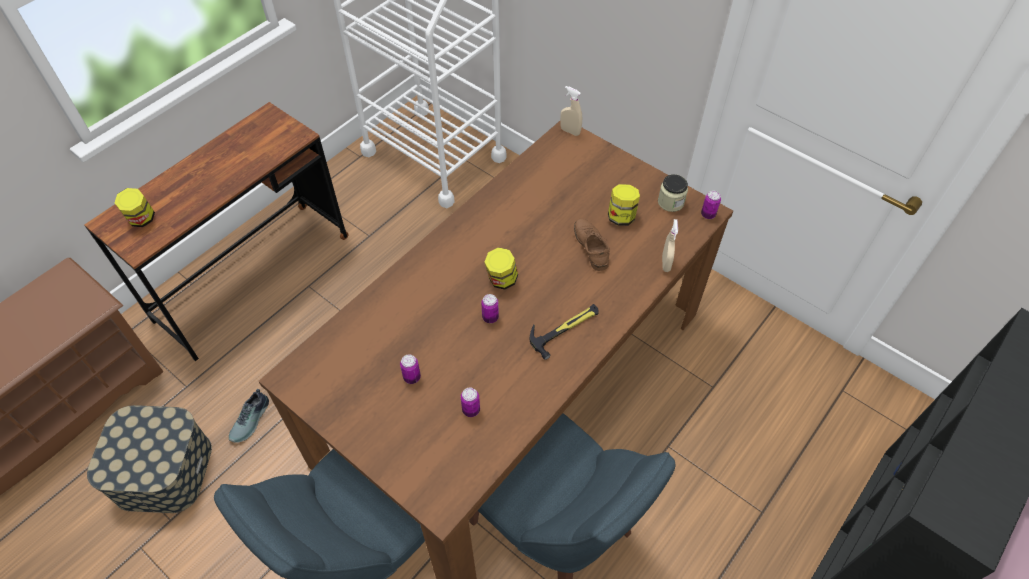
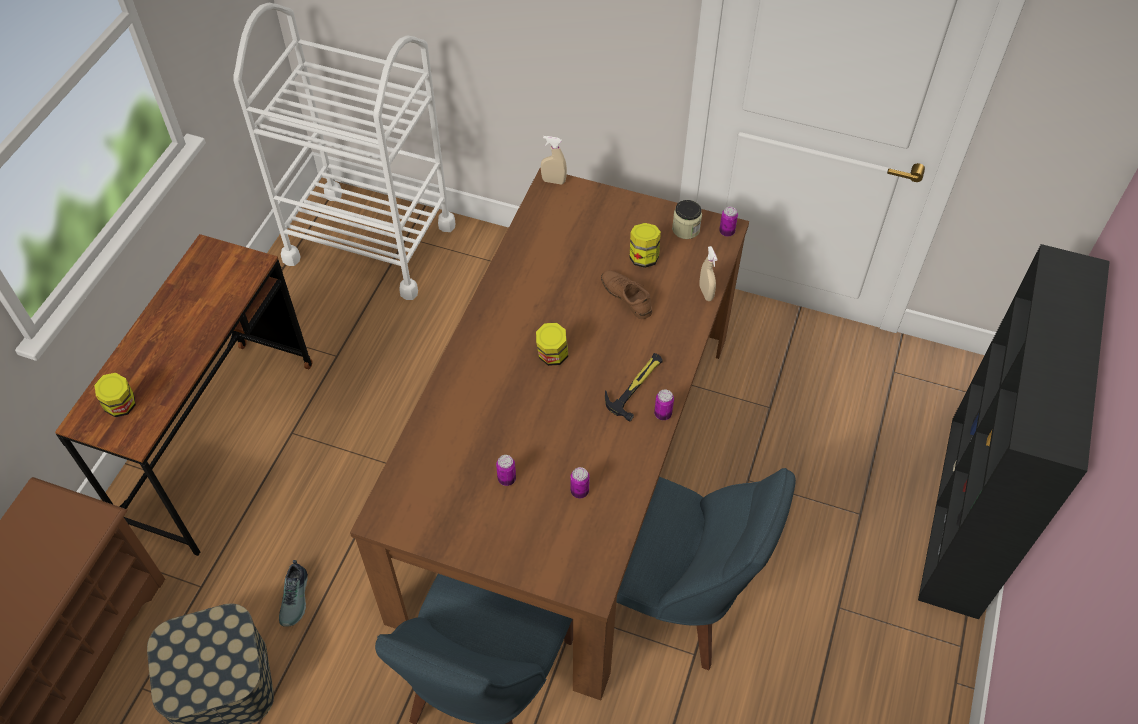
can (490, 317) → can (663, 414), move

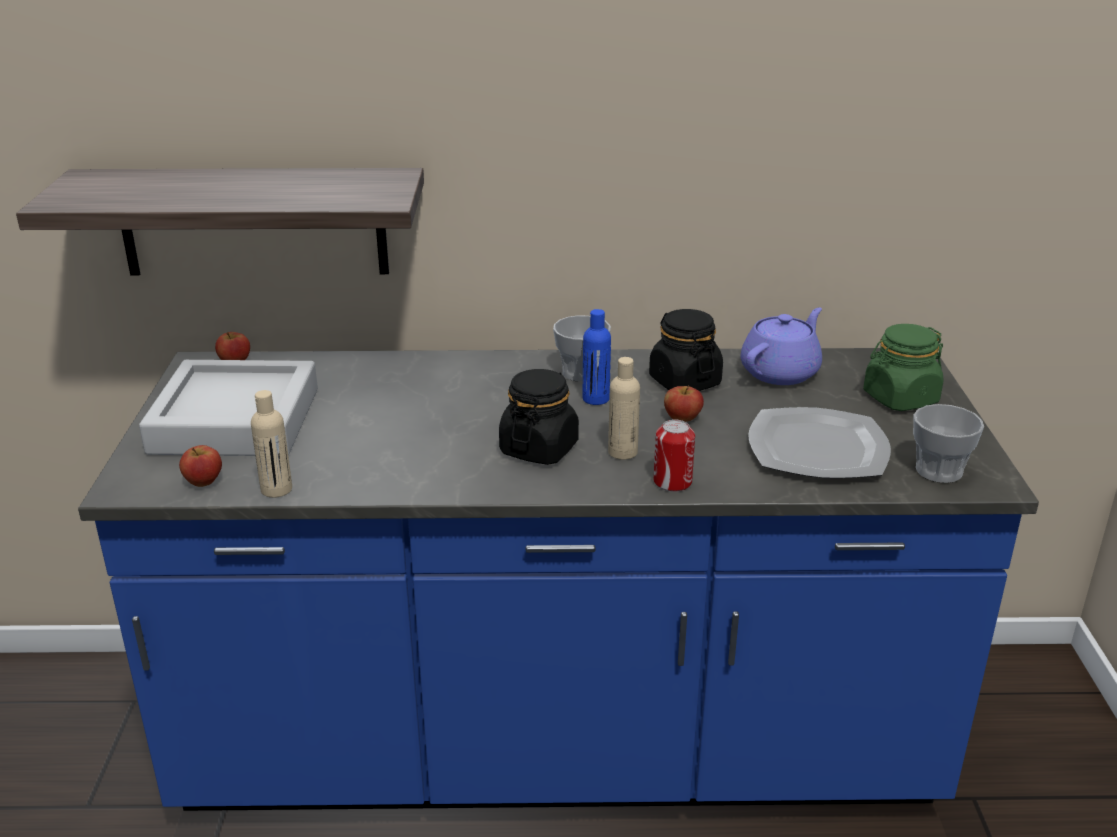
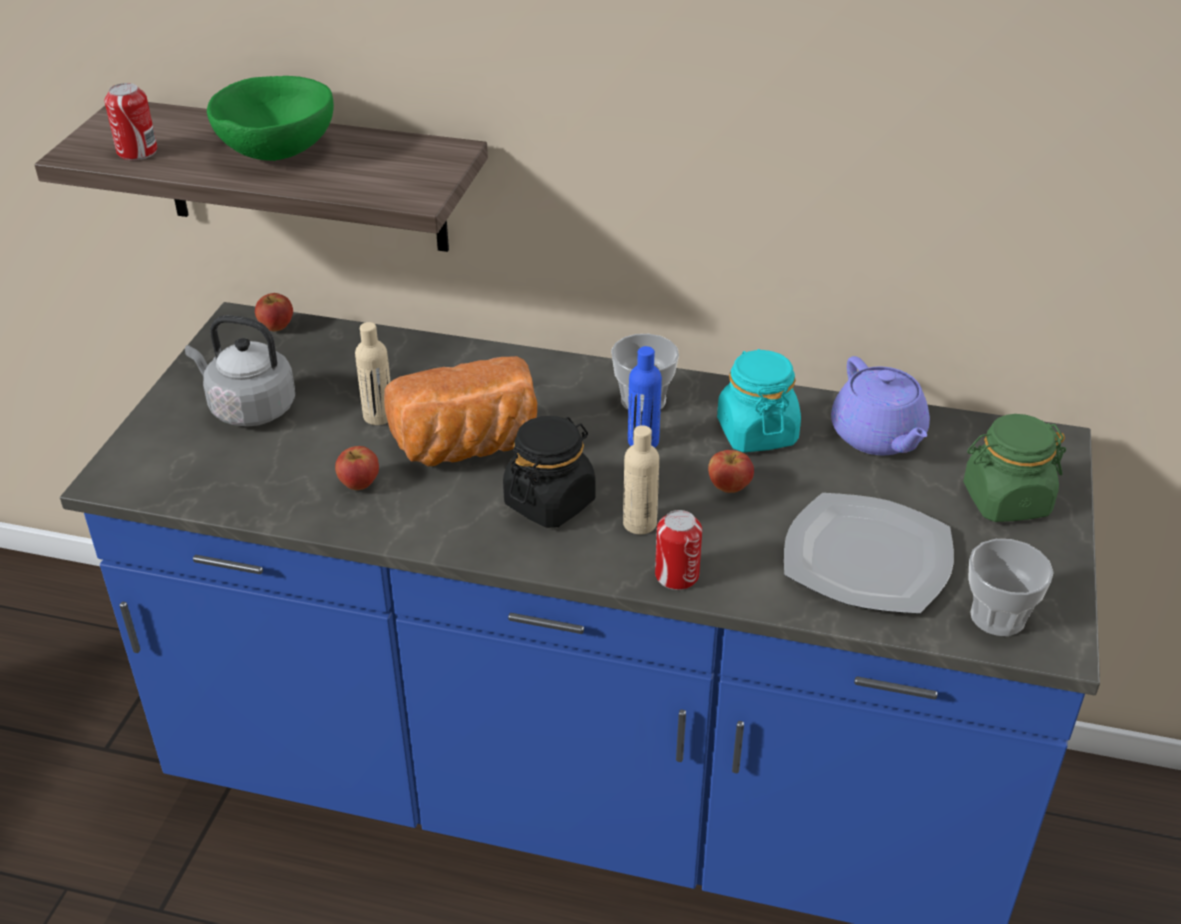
- → can (137, 152)
grey carrying tray (235, 421) → grey kettle (248, 408)
- → green-coloured bowl (277, 149)
apple fruit (204, 482) → apple fruit (359, 484), move
beige-coloured drink bottle (276, 489) → beige-coloured drink bottle (378, 416), move
- → baked bread (468, 447)
black preserve jar (684, 381) → turquoise preserve jar (756, 432)
purple teapot (781, 372) → purple teapot (878, 437), 105 degrees clockwise

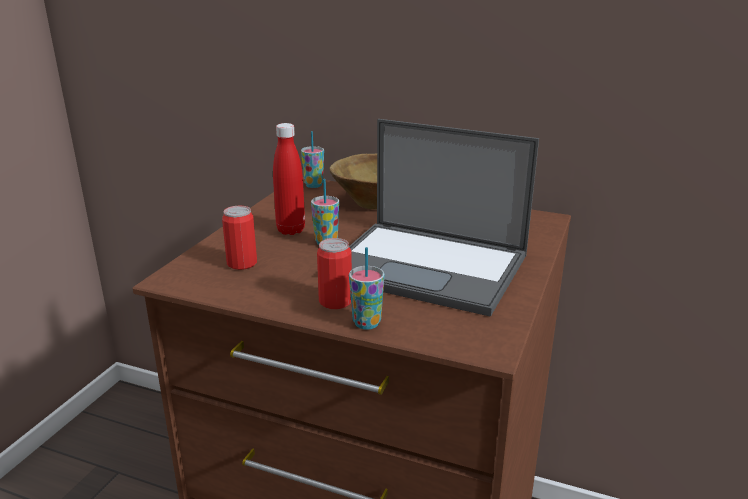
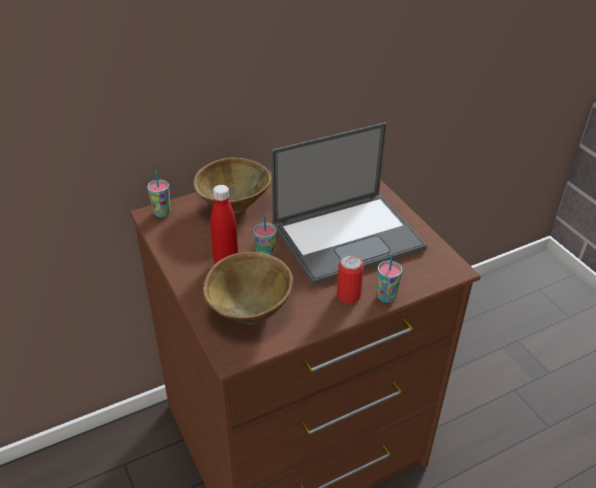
can (242, 263) → brownish bowl (250, 309)

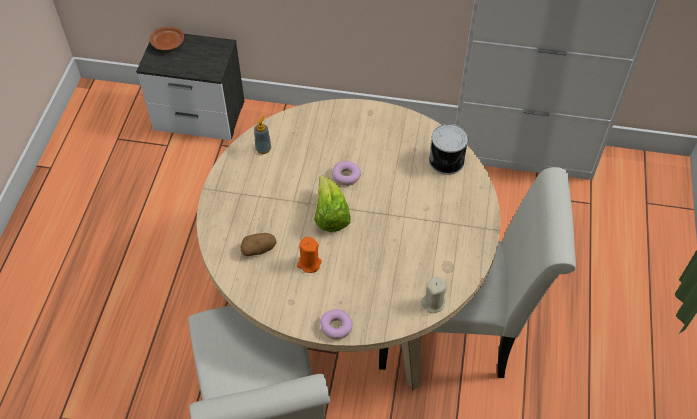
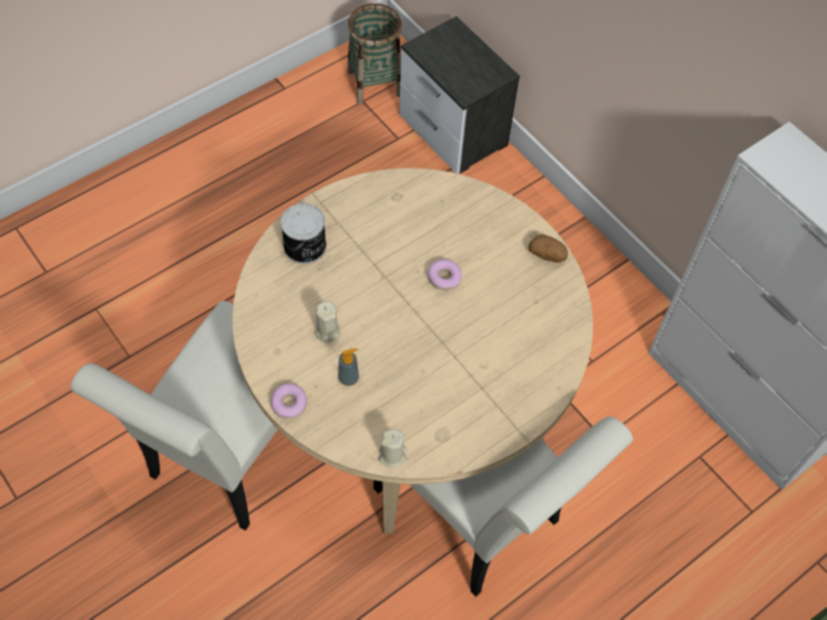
can (447, 161) → can (305, 247), move
orange candle (309, 263) → beige-coloured candle (327, 330)
soap dispenser (263, 149) → soap dispenser (348, 378), move
- → storage basket (374, 83)
spud (259, 249) → spud (547, 255), move
brownish flat dish (168, 43) → -
lettuce head (330, 215) → -

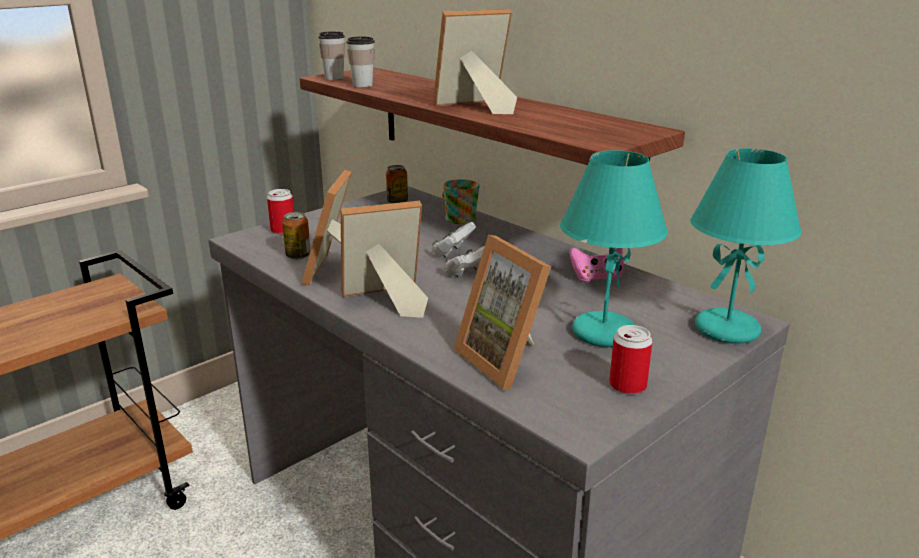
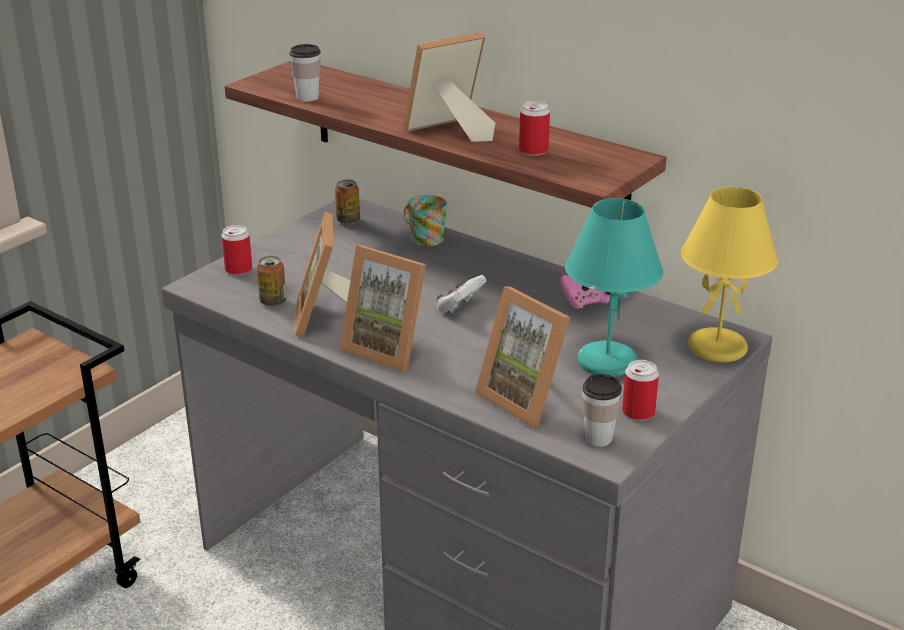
photo frame (385, 301) → photo frame (388, 348), 120 degrees counterclockwise
- → can (533, 151)
cup (334, 78) → cup (598, 438), move
turquoise lamp for a table (727, 329) → yellow lamp for a table (718, 348)
whitish game controller (453, 253) → -

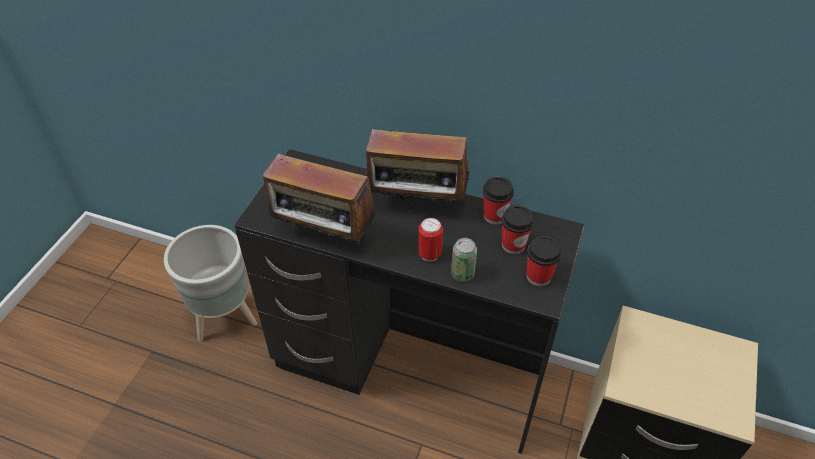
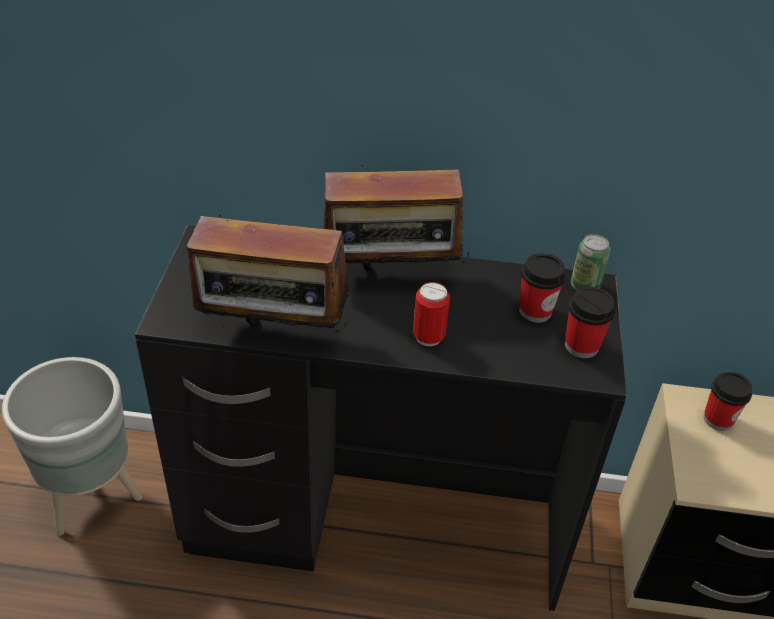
can (462, 274) → can (584, 286), move
cup (494, 216) → cup (718, 419), move

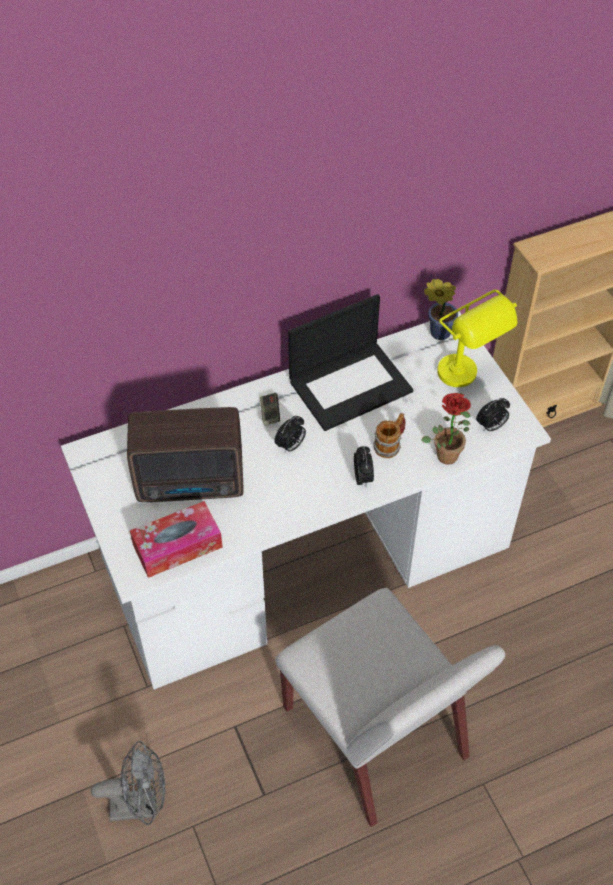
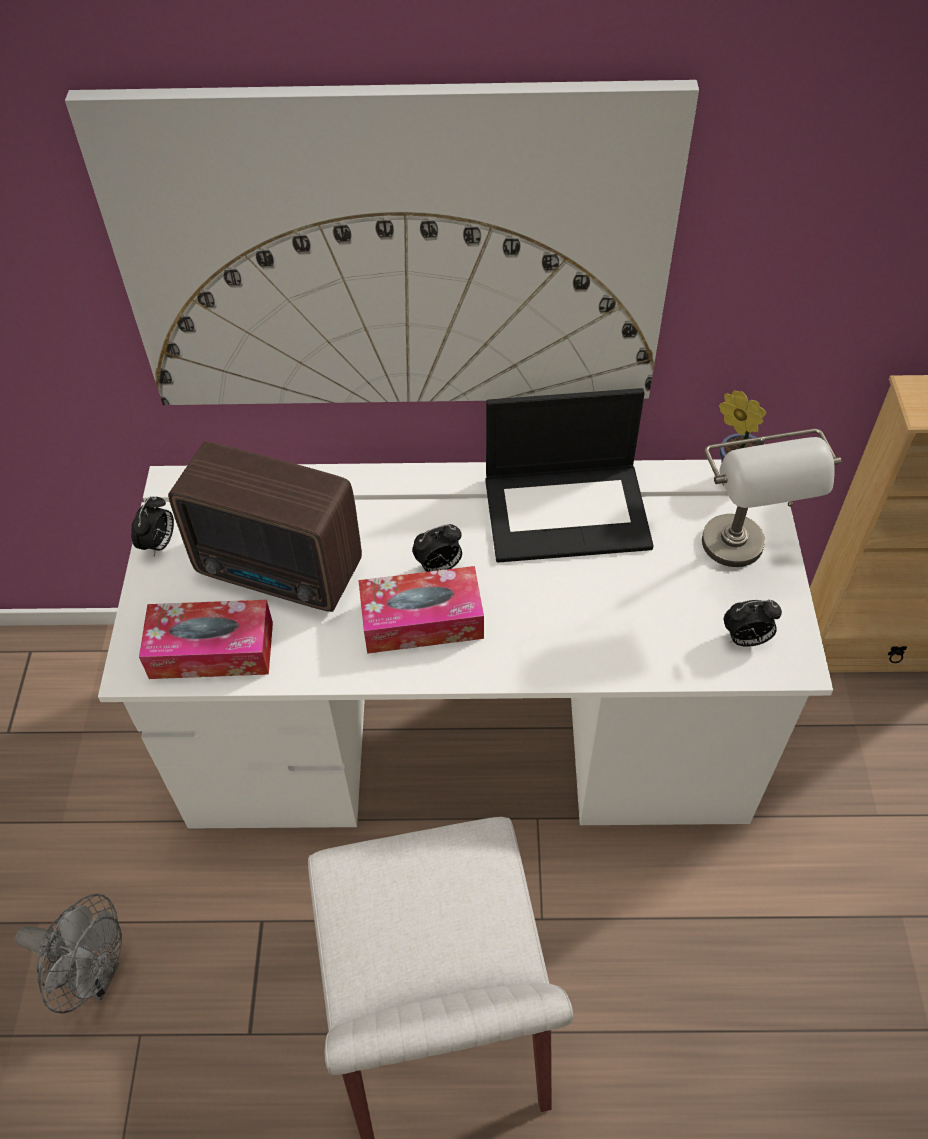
- → picture (395, 257)
table clock (363, 478) → table clock (159, 544), move
- → tissue holder (422, 620)
yellow lamp for a table (467, 380) → grey lamp for a table (742, 559)
game controller (270, 413) → -
coffee mug (390, 444) → -
plant in a pot (446, 452) → -

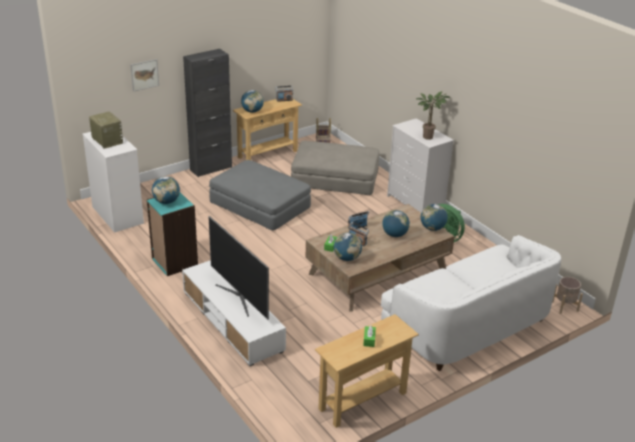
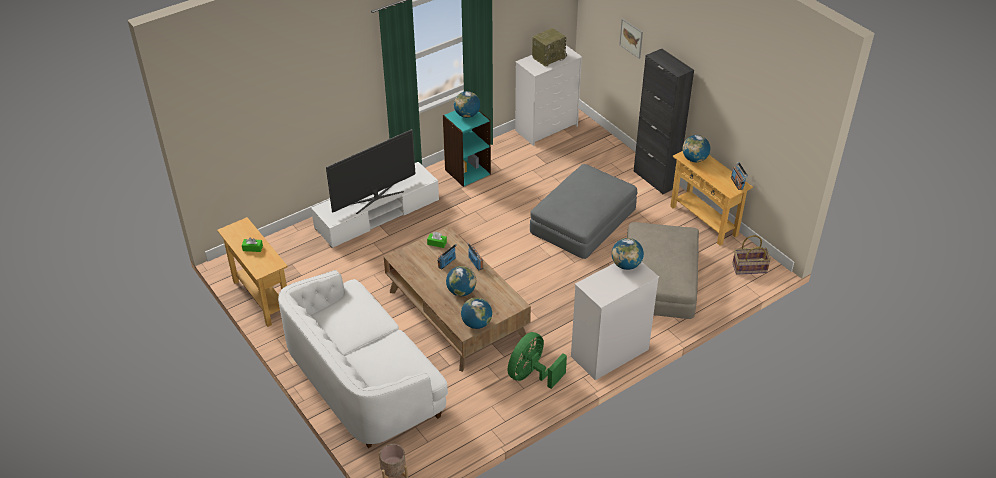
globe (347, 258) → globe (626, 265), move
plant in a pot (429, 136) → -

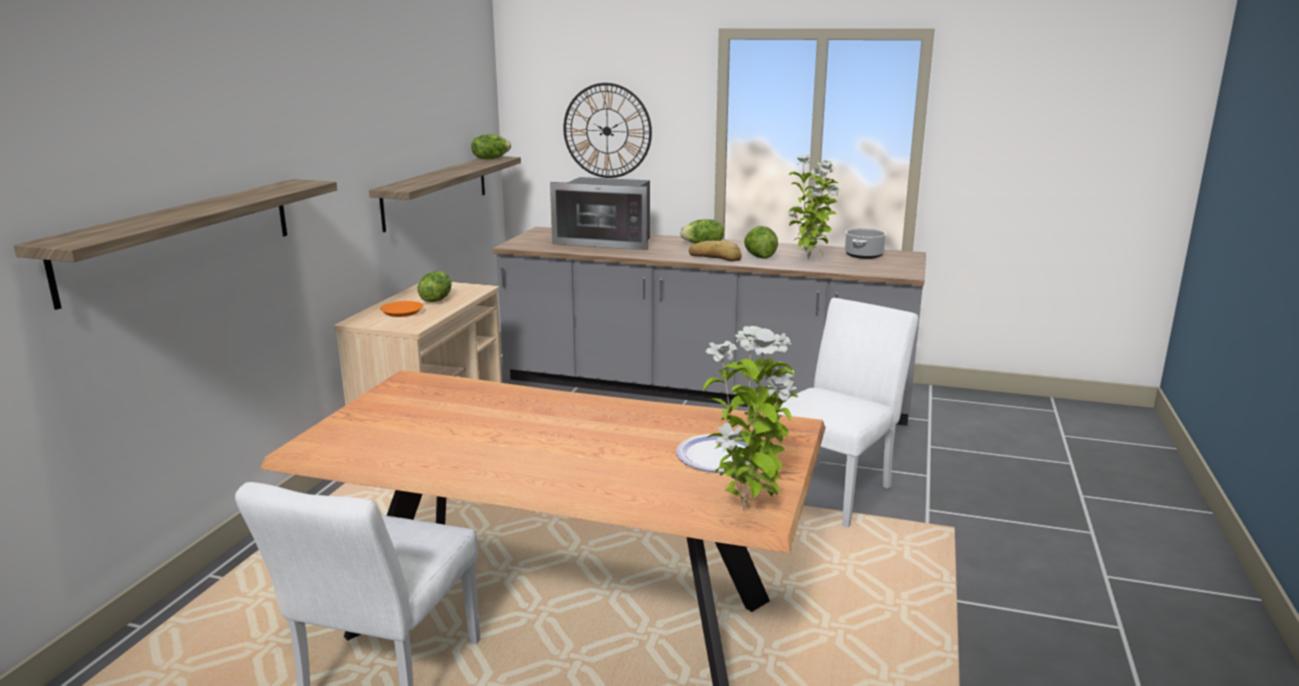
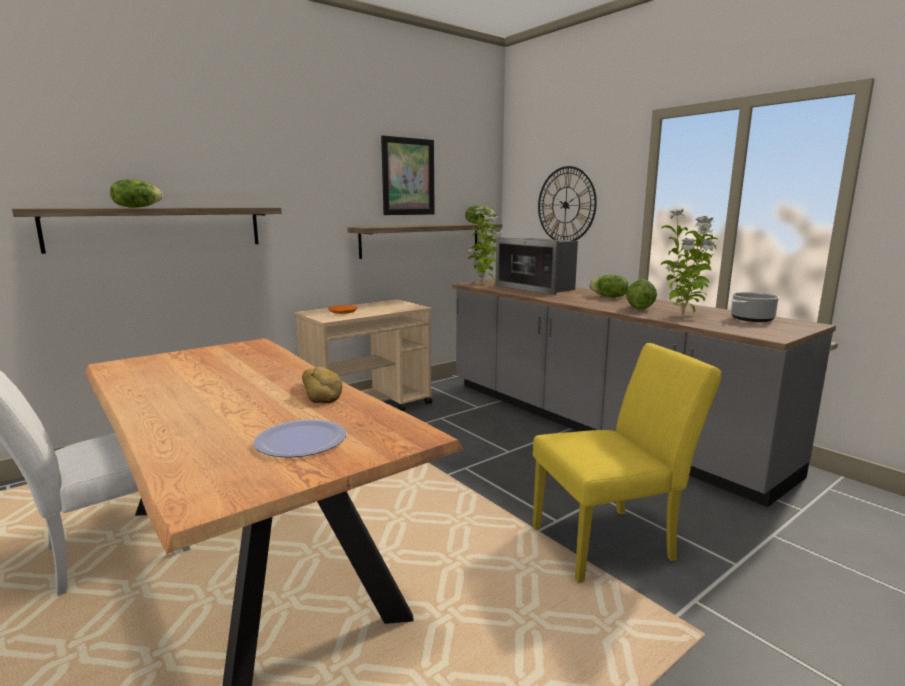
lettuce head (436, 299) → lettuce head (136, 207), move
baked bread (715, 257) → baked bread (321, 391), move
- → picture (408, 176)
plant in a pot (746, 510) → plant in a pot (483, 283), move
whitish plain chair (835, 489) → yellow plain chair (612, 541)

